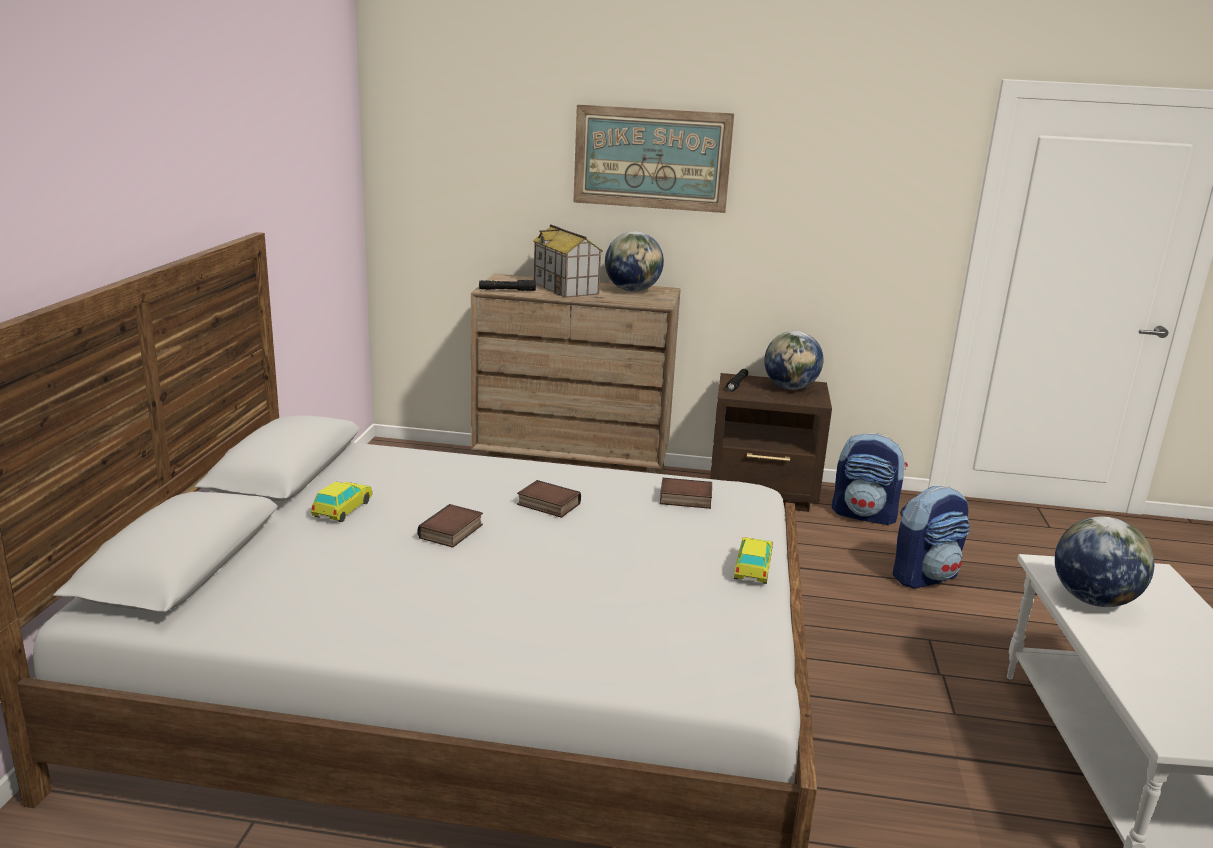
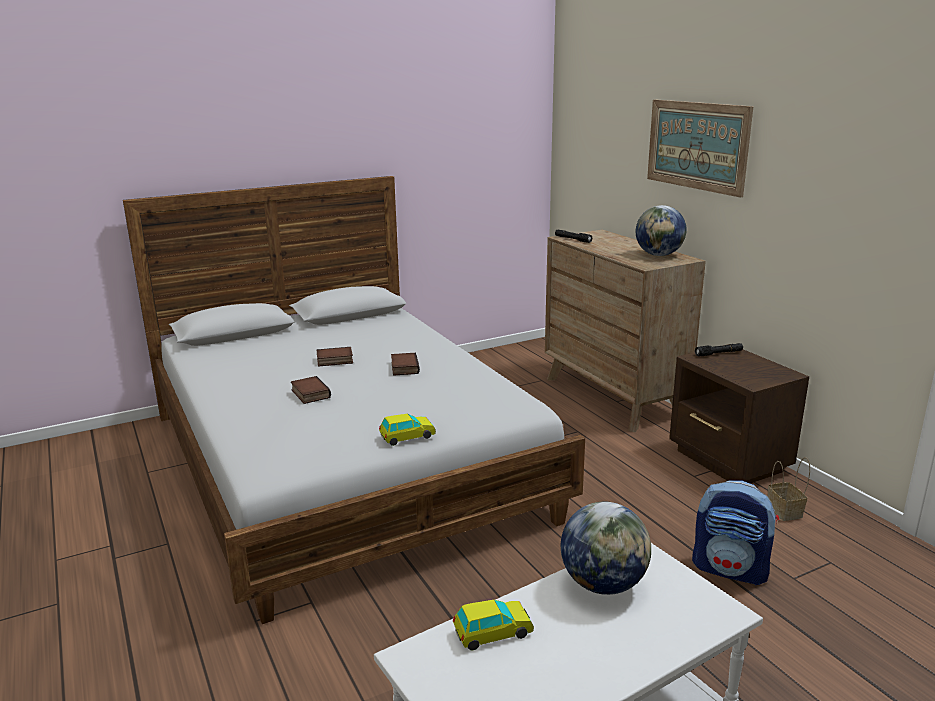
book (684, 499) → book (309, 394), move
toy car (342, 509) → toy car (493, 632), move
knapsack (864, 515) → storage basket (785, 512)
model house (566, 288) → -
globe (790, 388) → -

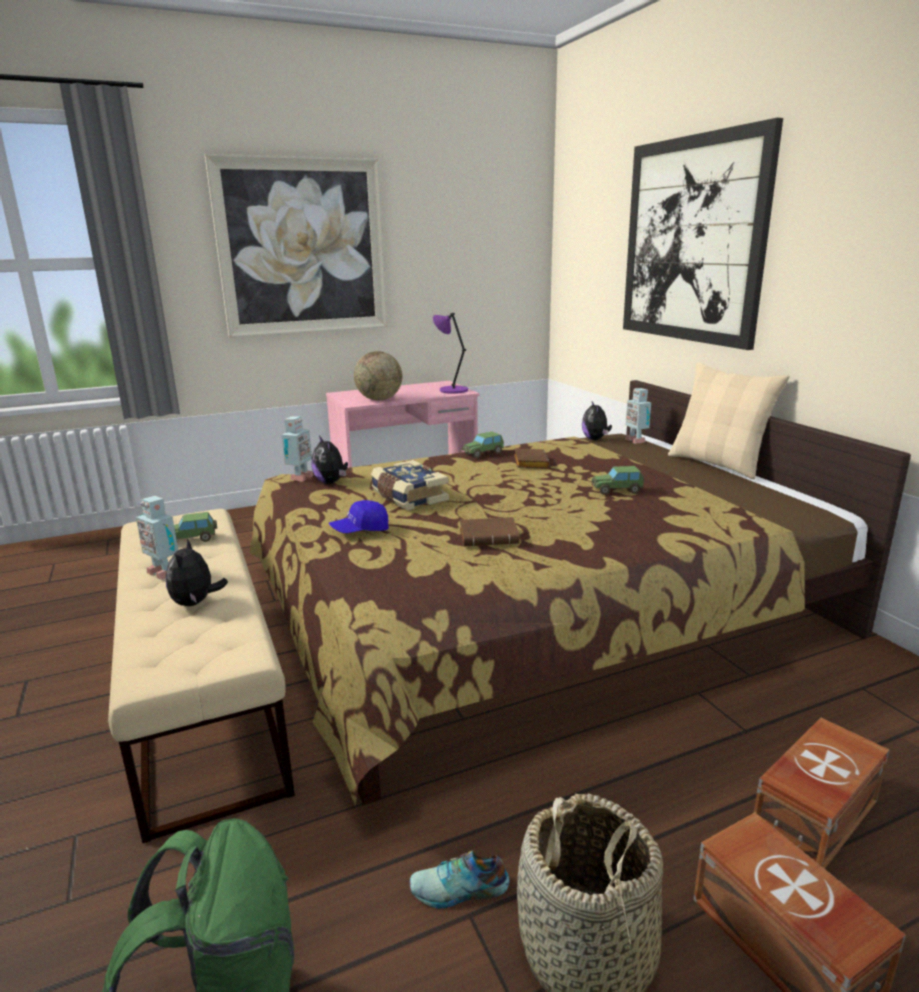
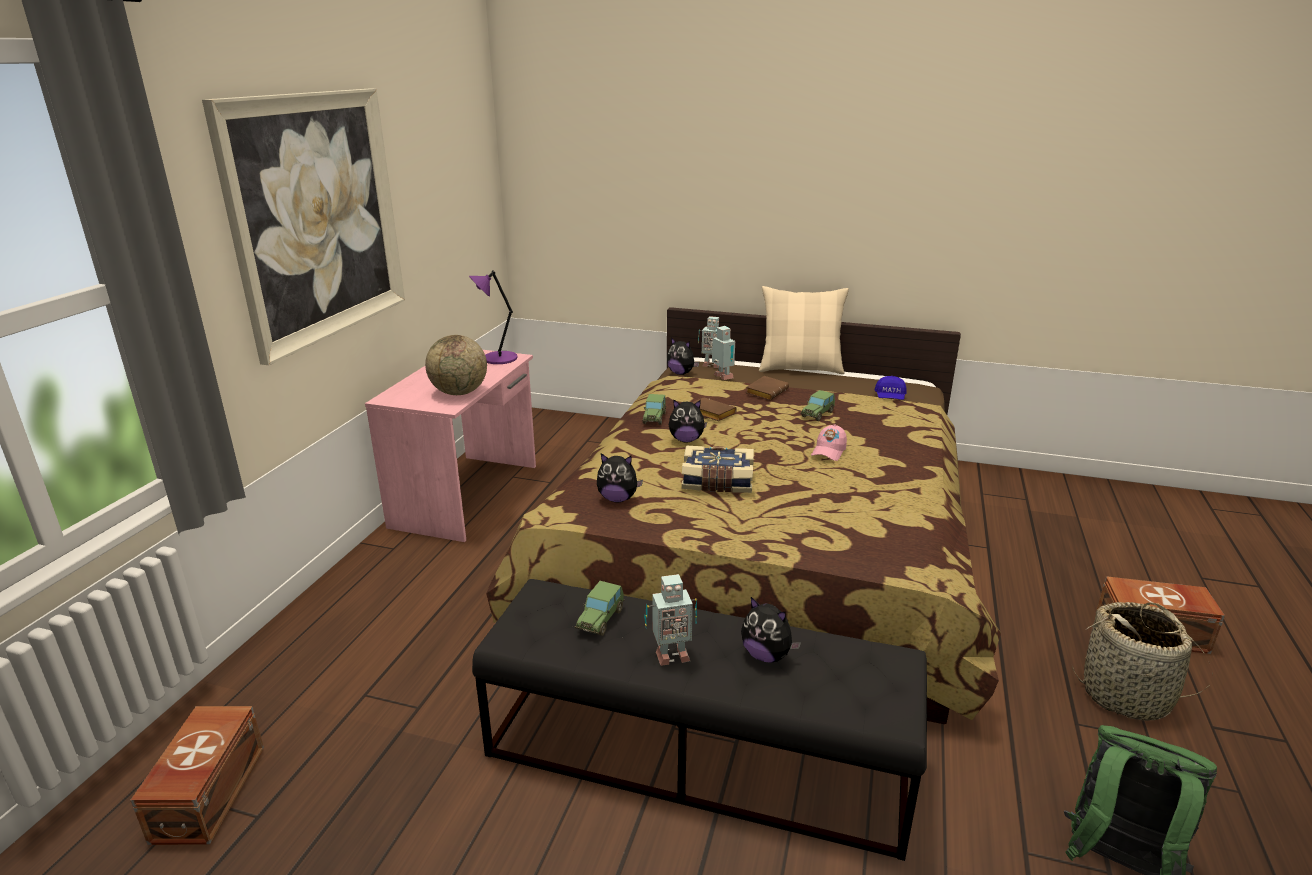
brownish storage box (811, 816) → brownish storage box (206, 794), move
beige-coloured indoor bench (203, 688) → black indoor bench (698, 755)
- → cuddly toy (686, 440)
toy robot (299, 478) → toy robot (722, 377), move
brownish book (490, 537) → brownish book (766, 391), move
- → pink cap (828, 451)
bluish cap (360, 531) → bluish cap (890, 398), move
item of footwear (460, 890) → -
picture (692, 241) → -

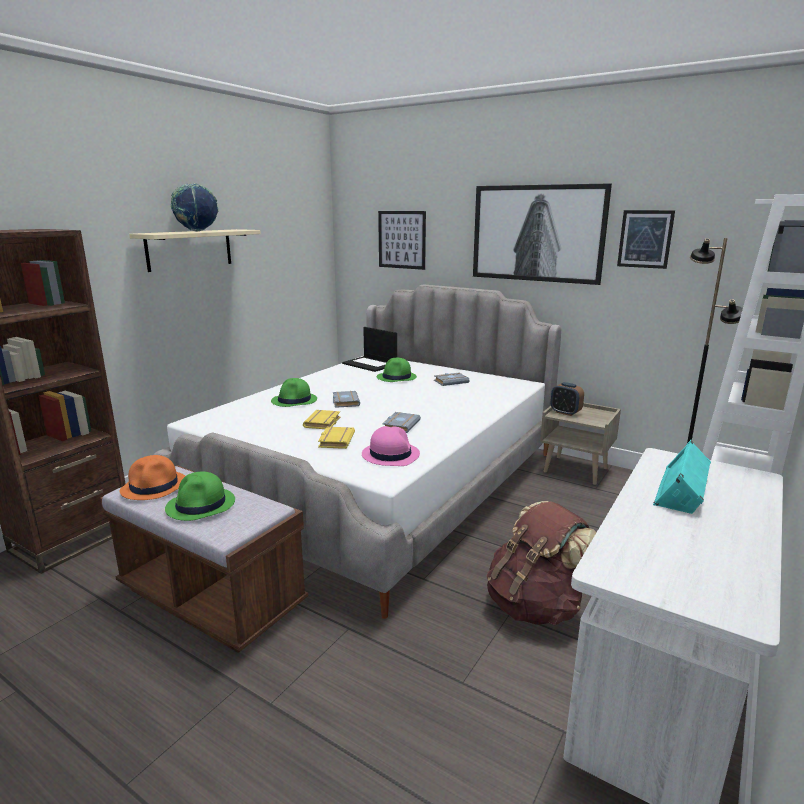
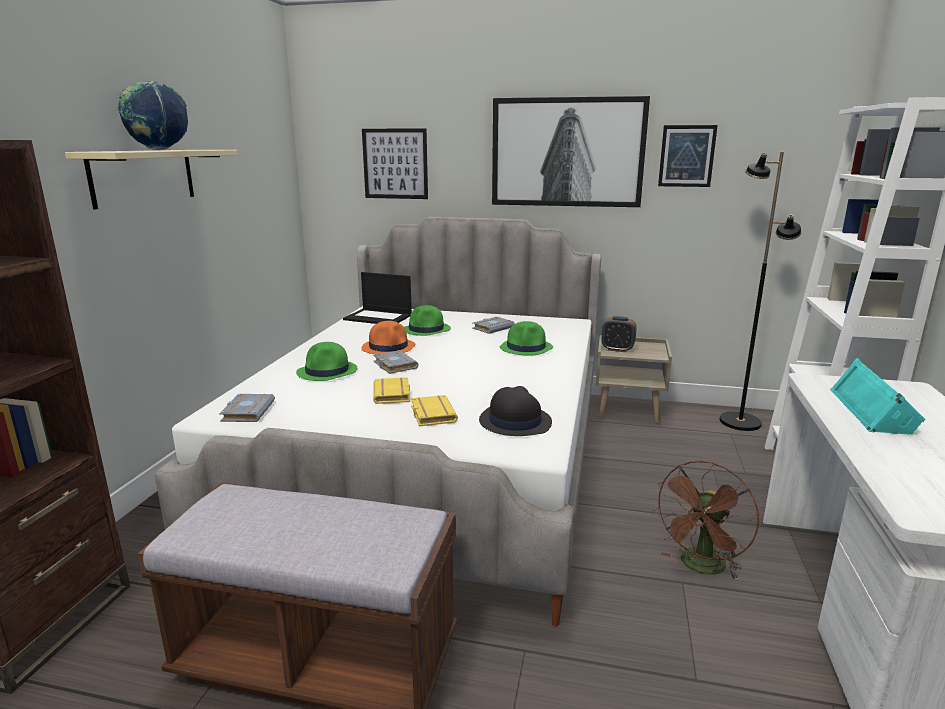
grey book (400, 425) → grey book (247, 411), move
orange clothing hat (155, 486) → orange clothing hat (389, 347), move
pink clothing hat (390, 454) → black clothing hat (514, 421)
green-coloured clothing hat (201, 505) → green-coloured clothing hat (526, 348), move
brownish knapsack (535, 605) → brownish electric fan (700, 567)

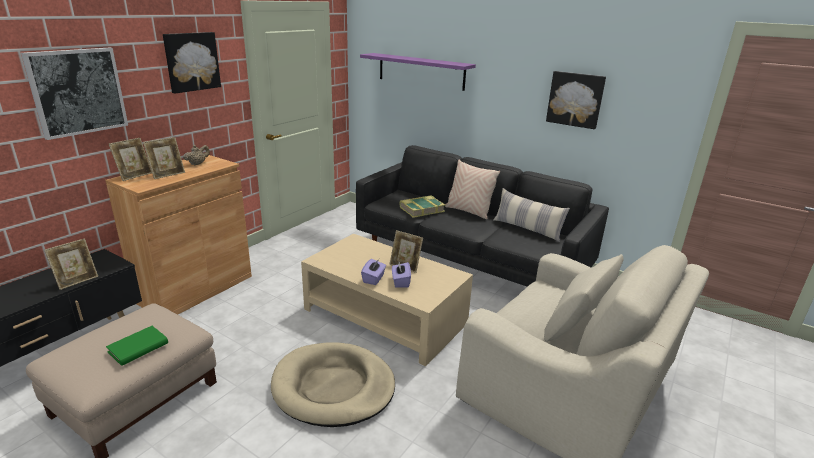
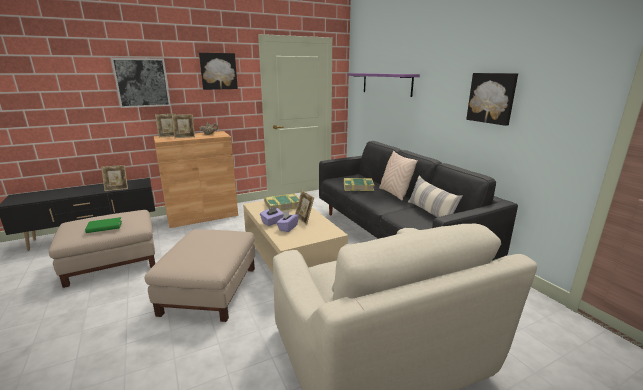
beige-coloured dog cushion (333, 387) → beige-coloured ottoman (210, 290)
- → book (282, 205)

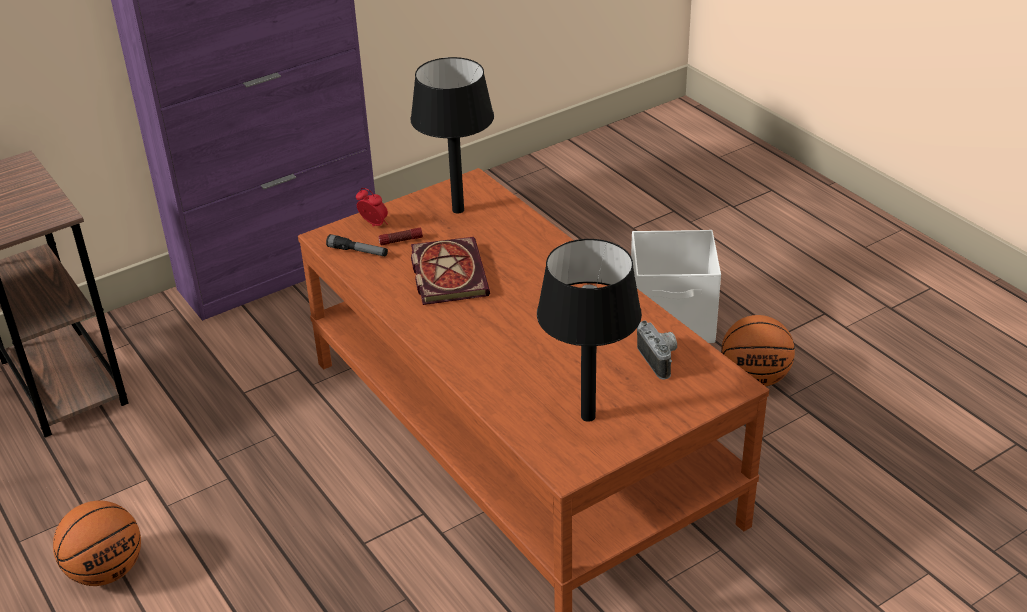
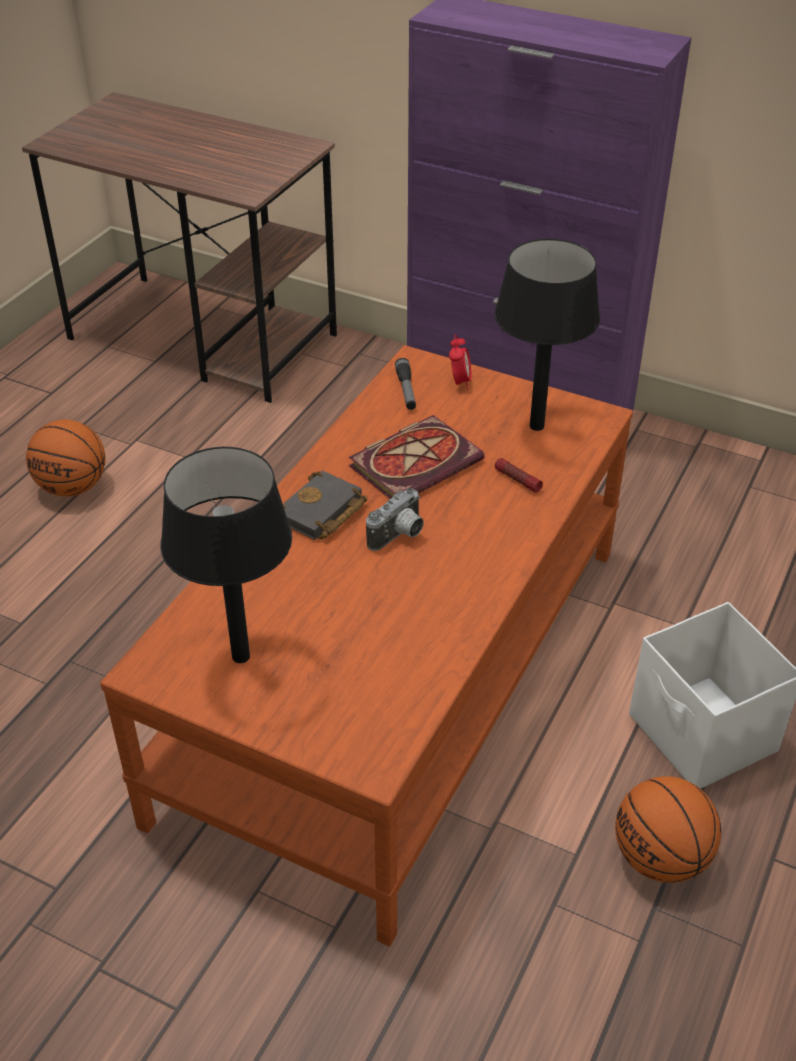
- → black book (321, 513)
still camera (660, 359) → still camera (399, 536), move
hand torch (401, 241) → hand torch (517, 480), move

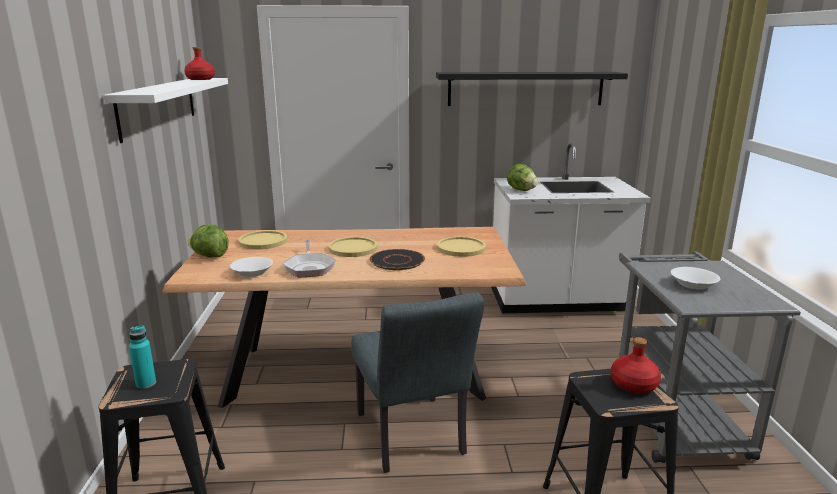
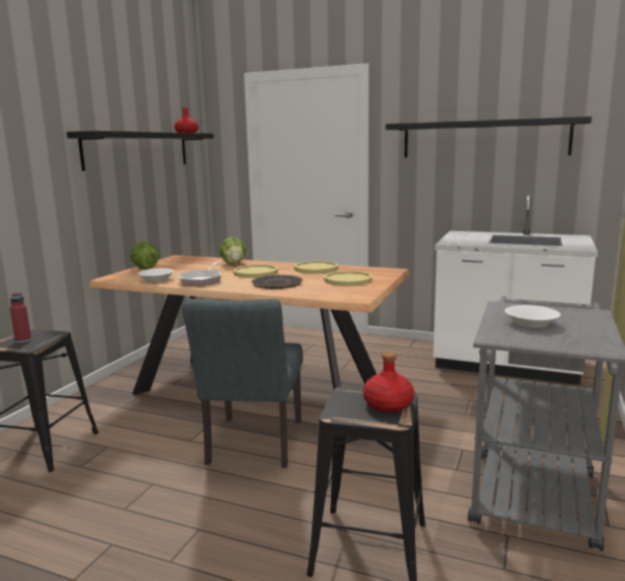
turquoise drink bottle (146, 383) → red drink bottle (23, 340)
whitish bracket shelf (159, 106) → black bracket shelf (138, 150)
lettuce head (521, 190) → lettuce head (233, 264), move
yellow flat dish (263, 241) → yellow flat dish (316, 268), move

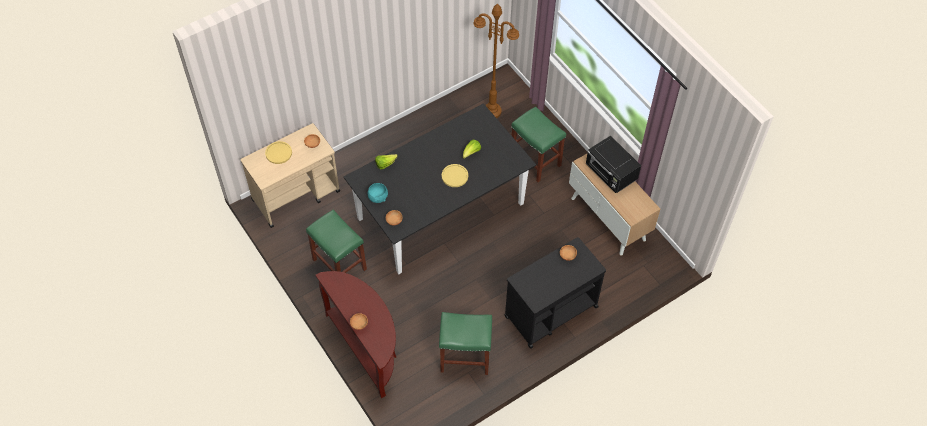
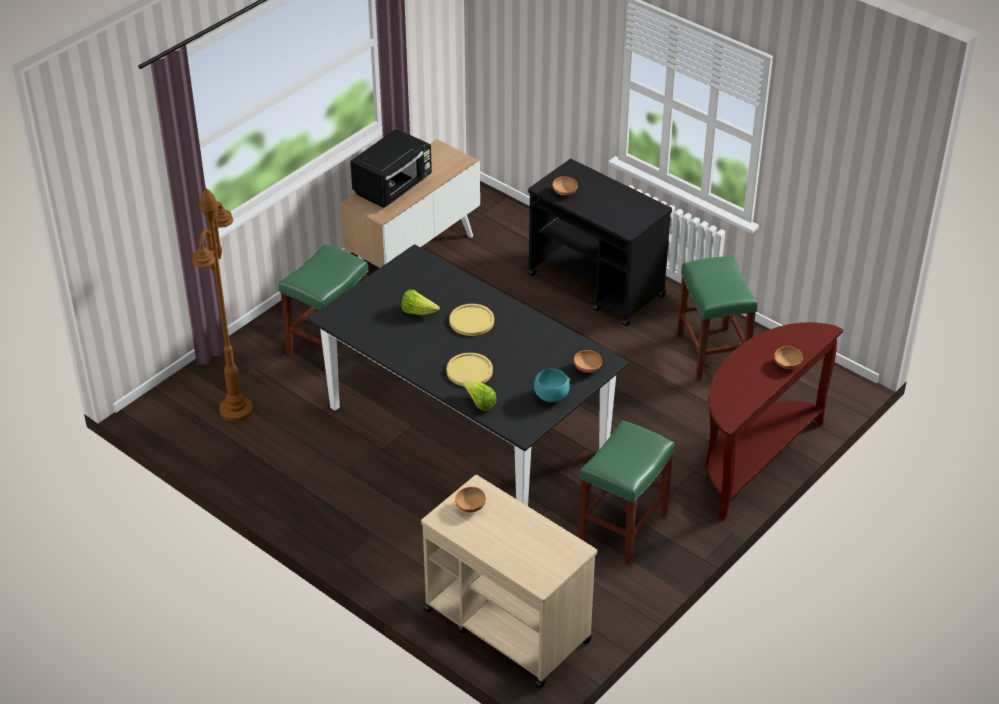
yellow flat dish (278, 153) → yellow flat dish (469, 371), move

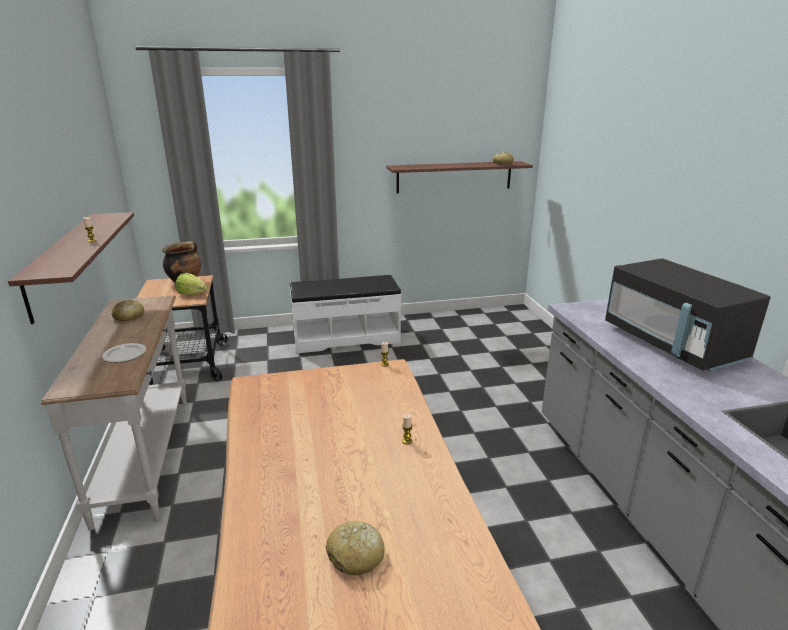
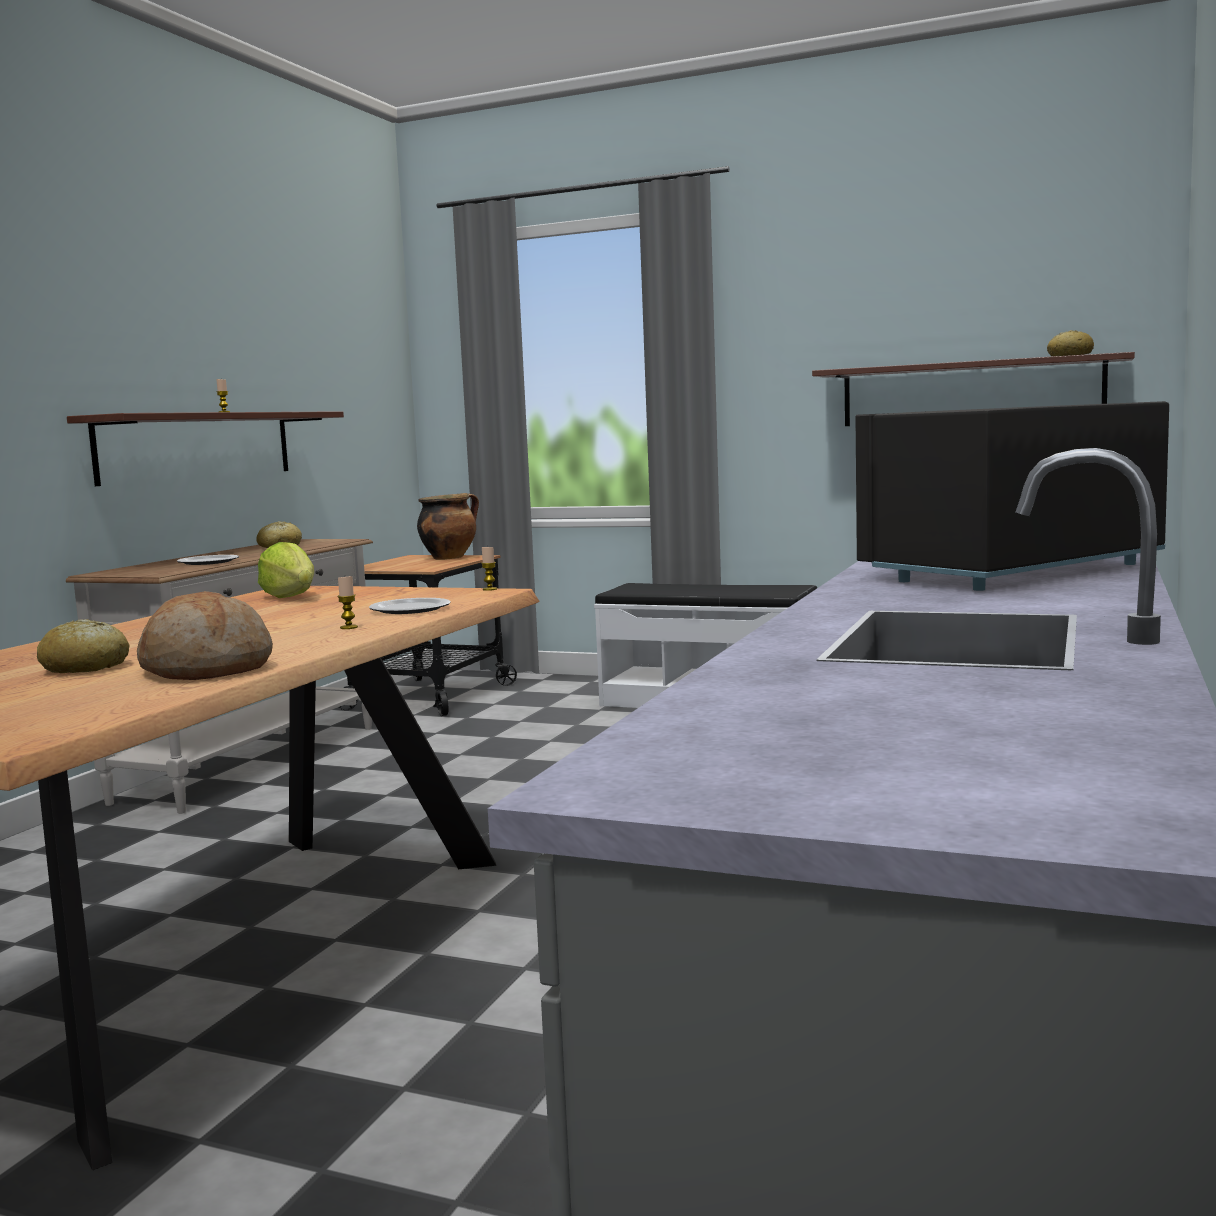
- → baked bread (206, 669)
lettuce head (192, 294) → lettuce head (291, 597), move
- → flat dish (408, 609)
black kitchen microwave (672, 344) → black kitchen microwave (1010, 571), 45 degrees clockwise

